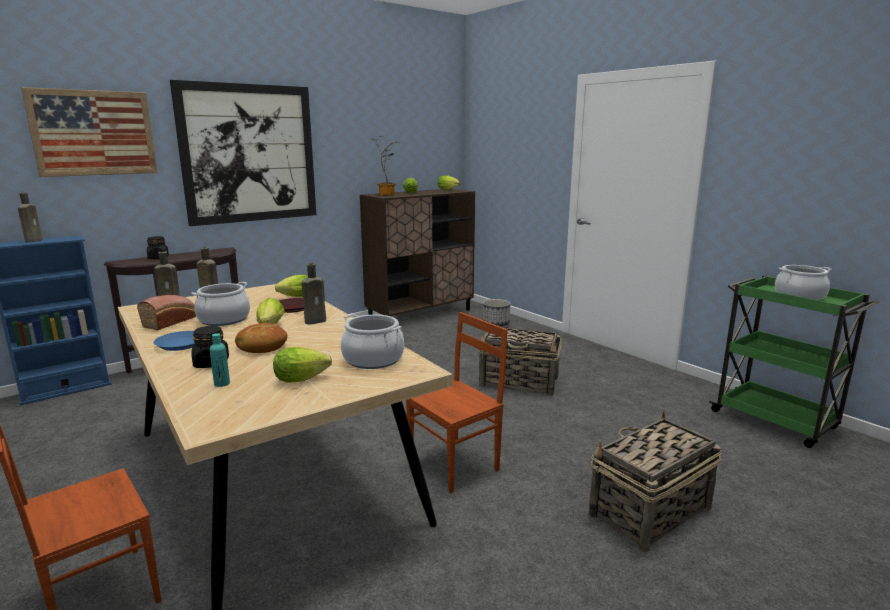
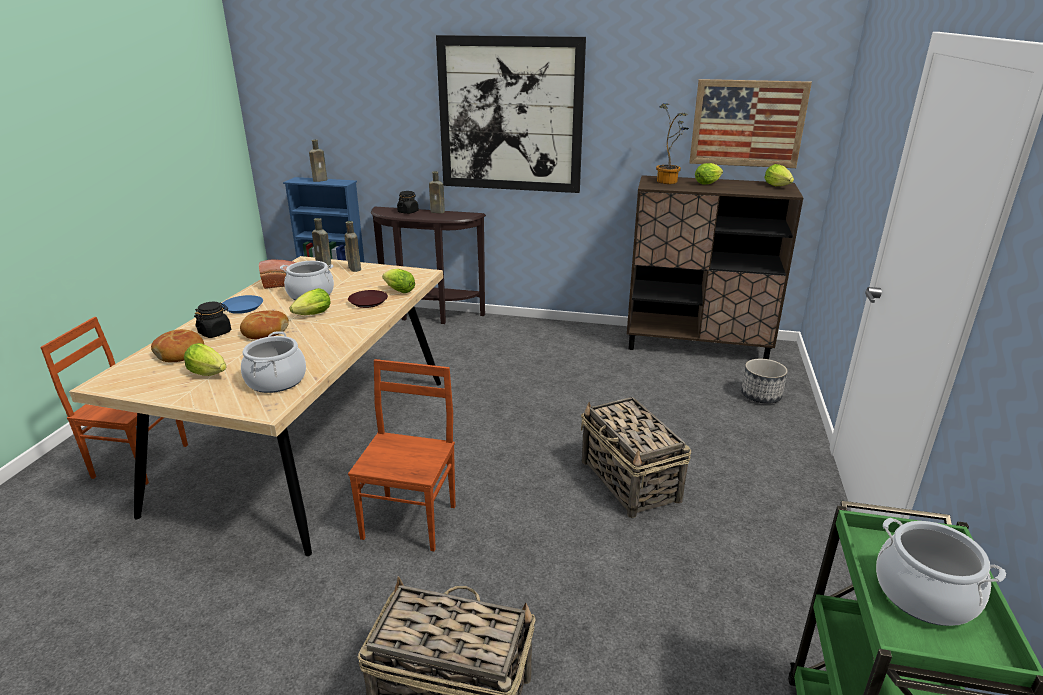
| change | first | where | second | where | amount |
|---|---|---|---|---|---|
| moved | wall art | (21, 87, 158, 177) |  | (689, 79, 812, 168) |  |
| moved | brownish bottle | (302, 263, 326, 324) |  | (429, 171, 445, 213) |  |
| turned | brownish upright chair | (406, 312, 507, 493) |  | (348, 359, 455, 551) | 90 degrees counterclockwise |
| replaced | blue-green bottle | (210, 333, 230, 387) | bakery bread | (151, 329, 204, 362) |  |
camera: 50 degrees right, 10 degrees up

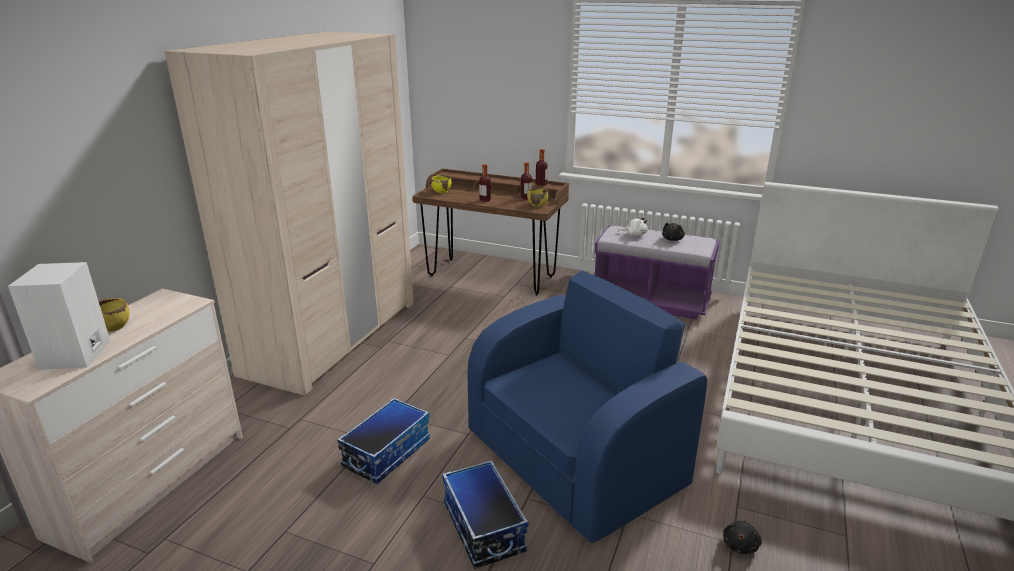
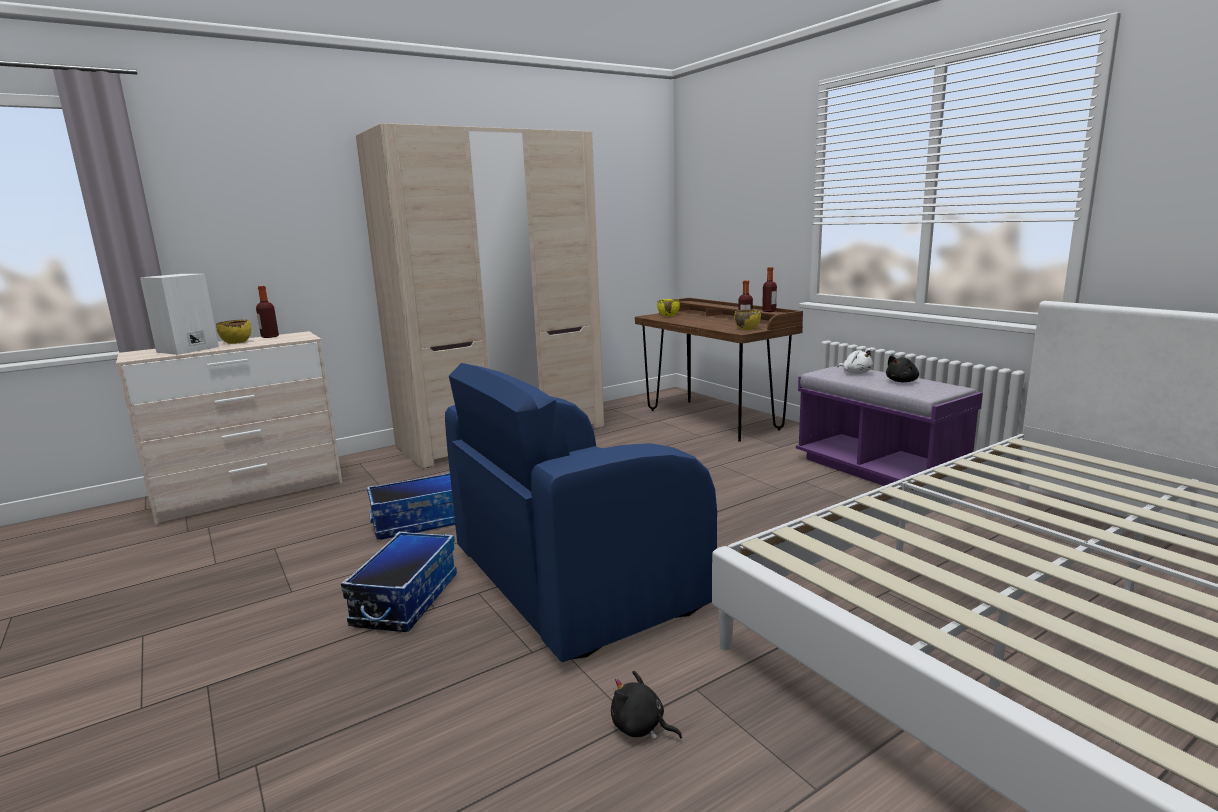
| change | first | where | second | where | amount |
|---|---|---|---|---|---|
| moved | bottle | (479, 164, 491, 202) |  | (256, 286, 279, 338) |  |
| turned | blue-coloured lounge chair | (467, 270, 707, 543) |  | (445, 363, 717, 662) | 150 degrees clockwise |
| turned | black-coloured soft toy | (723, 521, 762, 554) |  | (611, 670, 682, 740) | 60 degrees clockwise |
camera: 35 degrees right, 10 degrees down

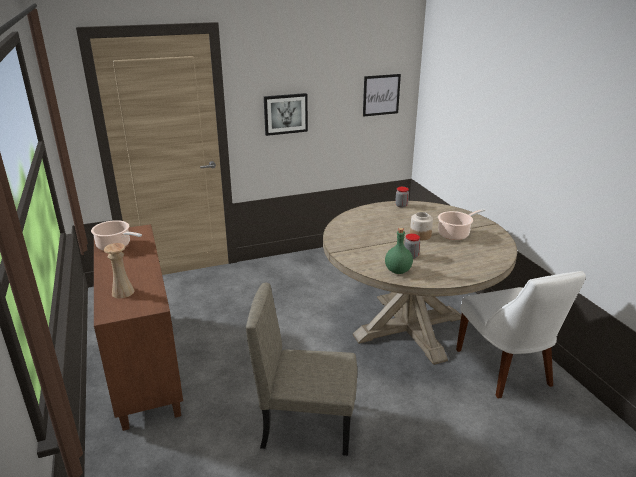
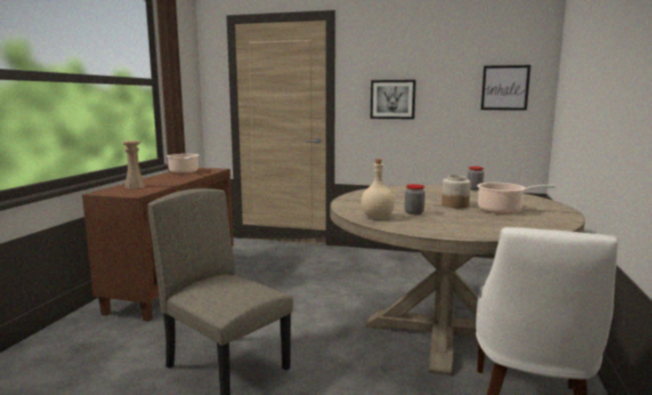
| change | first | where | second | where | amount |
|---|---|---|---|---|---|
| recoloured | green-coloured bottle | (385, 228, 413, 274) | sand-coloured bottle | (361, 159, 395, 219) |  |
camera: 35 degrees right, 15 degrees down

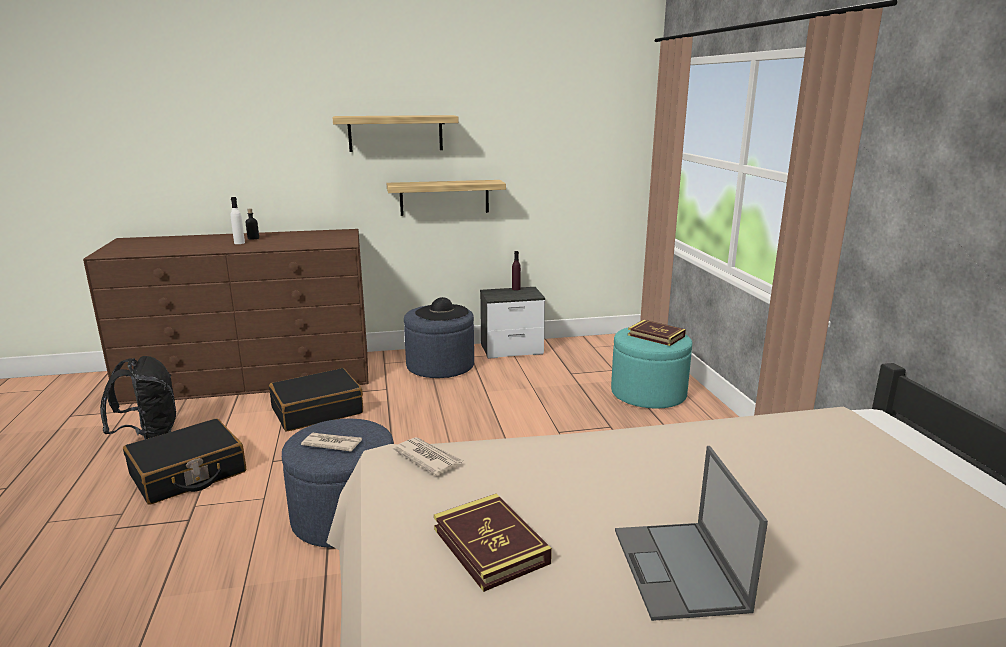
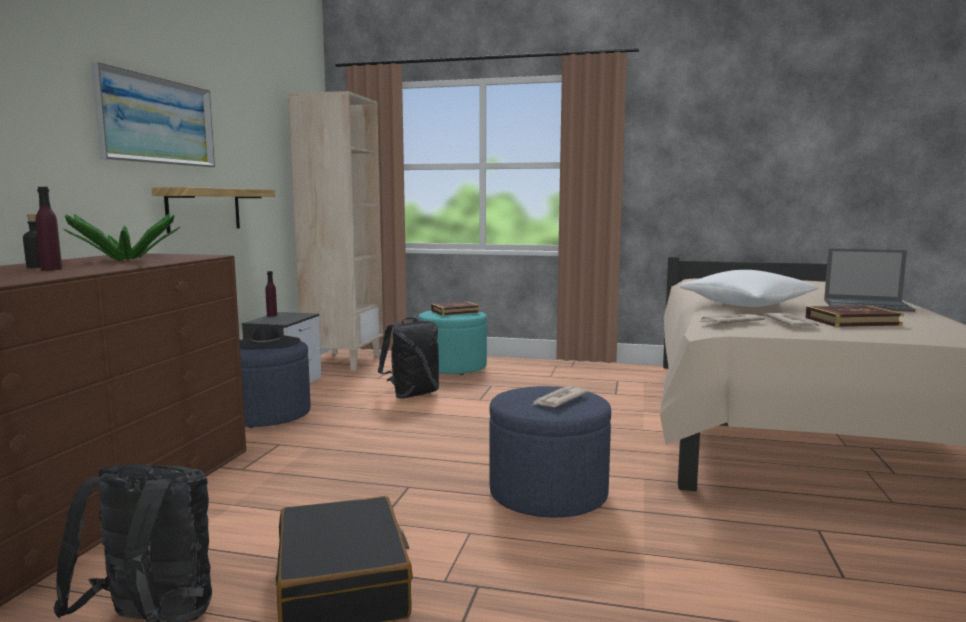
| change | first | where | second | where | amount |
|---|---|---|---|---|---|
| replaced | shelf | (333, 115, 459, 152) | wall art | (91, 62, 215, 167) |  |
| recoloured | white bottle | (231, 197, 245, 244) | purple bottle | (36, 187, 62, 271) |  |
| removed | black-coloured travel case | (269, 368, 363, 432) |  |  |  |
| added |  |  | sand-coloured bookshelf | (288, 91, 383, 371) |  |
| added |  |  | plant in a pot | (63, 213, 180, 261) |  |
| added |  |  | white cushion | (680, 270, 819, 307) |  |
| added |  |  | newspaper | (765, 313, 820, 327) |  |
| added |  |  | black-coloured backpack | (378, 317, 439, 399) |  |
camera: 65 degrees left, 10 degrees down

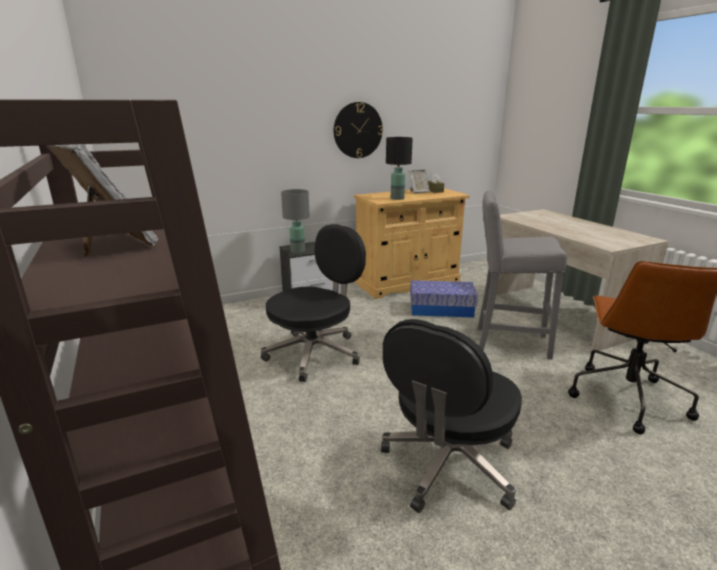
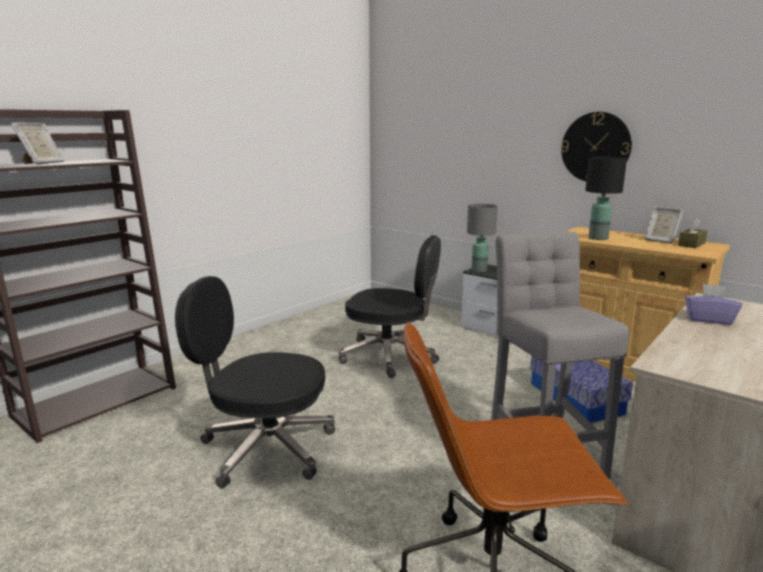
| change | first | where | second | where | amount |
|---|---|---|---|---|---|
| added |  |  | purple box of tissues | (685, 284, 742, 325) |  |
camera: 65 degrees right, 5 degrees down

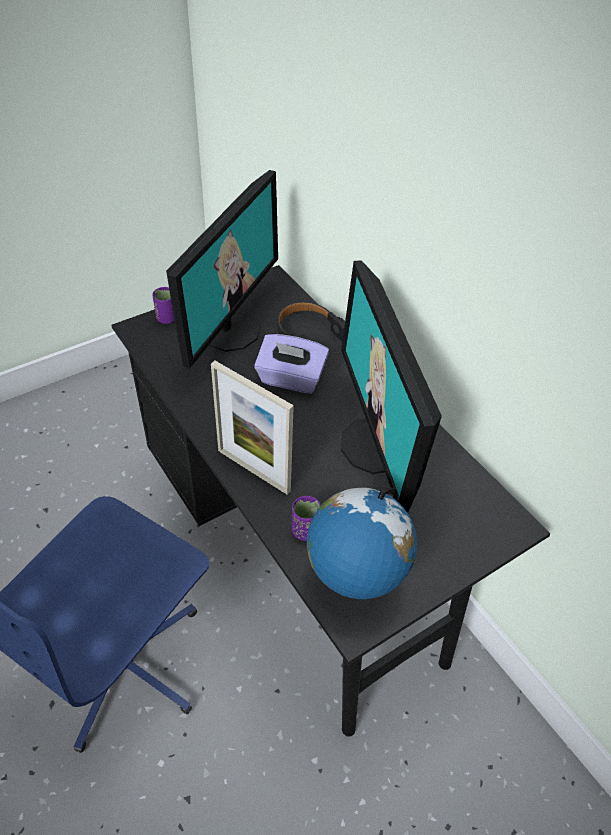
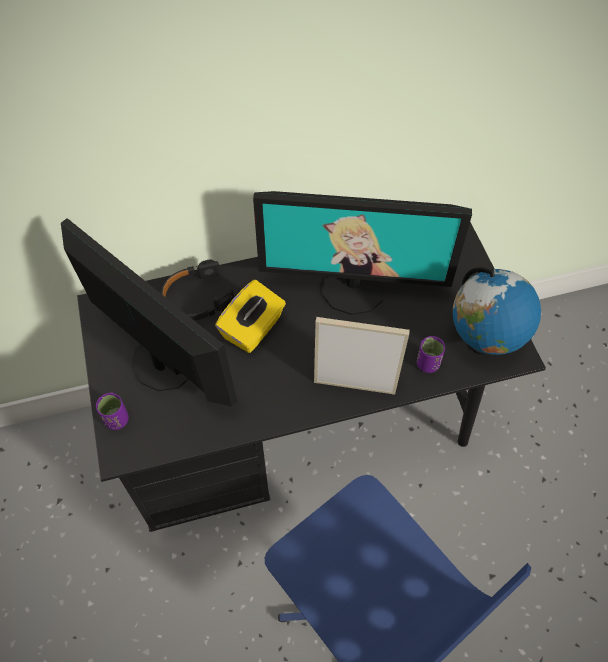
| change | first | where | second | where | amount |
|---|---|---|---|---|---|
| recoloured | purple box of tissues | (254, 334, 329, 394) | yellowish box of tissues | (215, 280, 286, 353) |  |
| turned | photo frame | (211, 361, 294, 494) |  | (314, 317, 410, 395) | 135 degrees counterclockwise |
camera: 70 degrees left, 10 degrees up

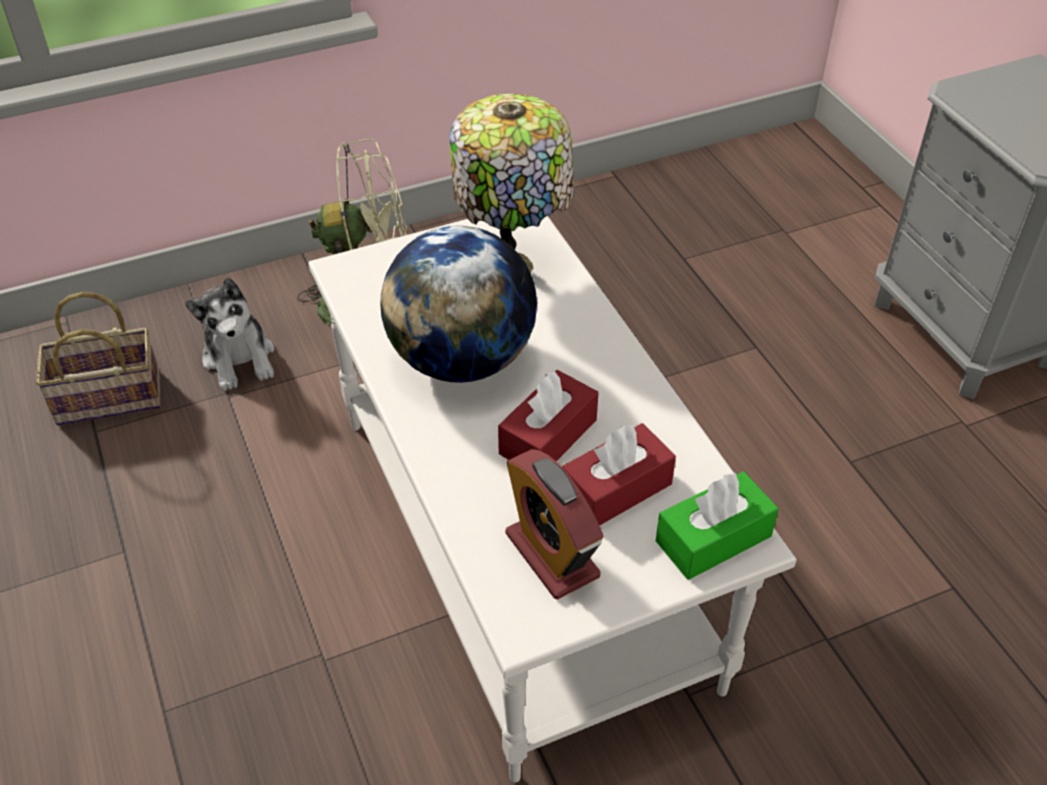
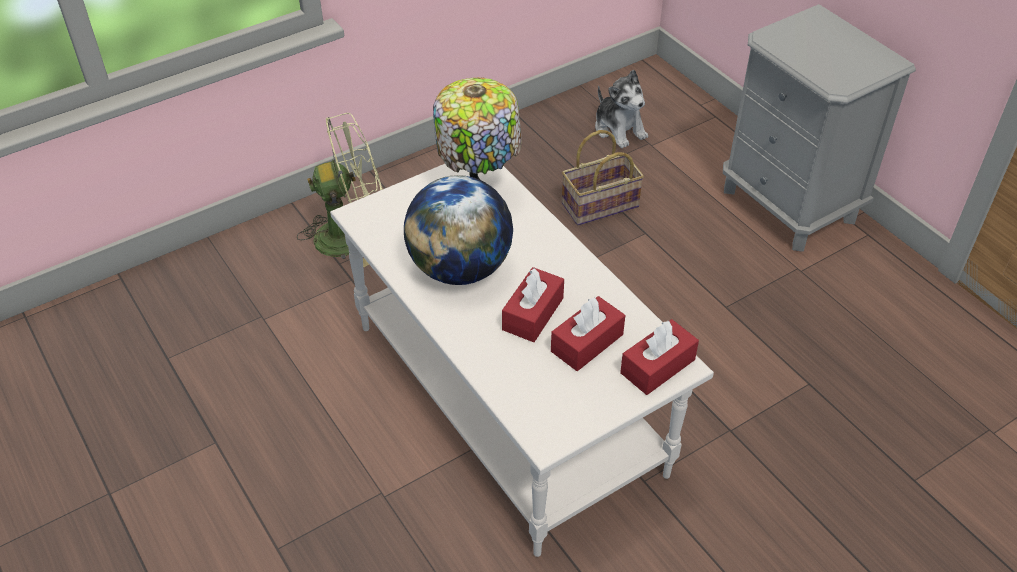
| change | first | where | second | where | amount |
|---|---|---|---|---|---|
| moved | soft toy | (185, 278, 274, 391) |  | (595, 70, 648, 148) |  |
| moved | basket | (36, 292, 161, 425) |  | (562, 130, 644, 225) |  |
| removed | alarm clock | (505, 449, 604, 599) |  |  |  |
| recoloured | green-coloured box of tissues | (656, 472, 779, 580) | reddish box of tissues | (620, 319, 699, 395) |  |
camera: 10 degrees left, 0 degrees up

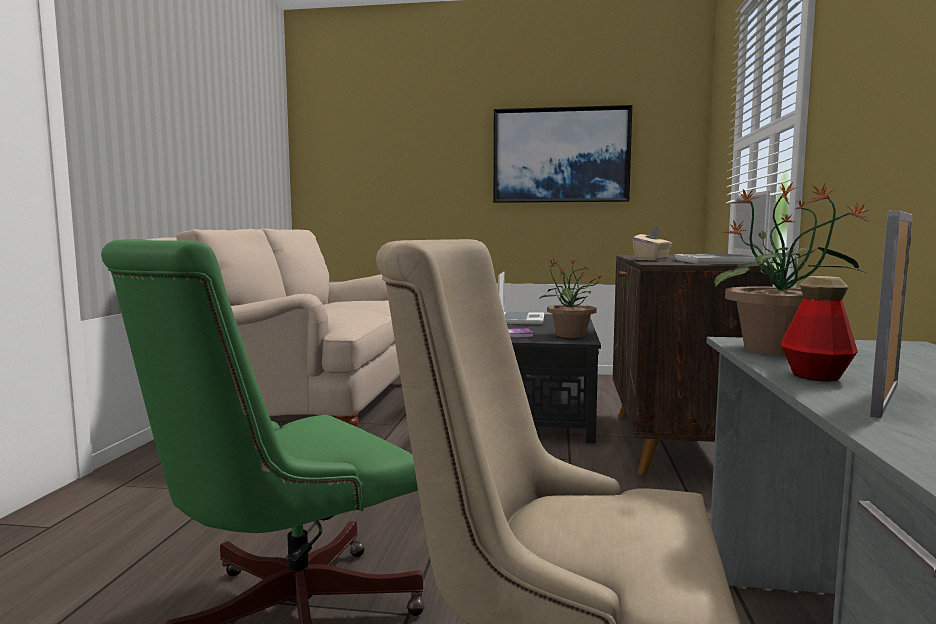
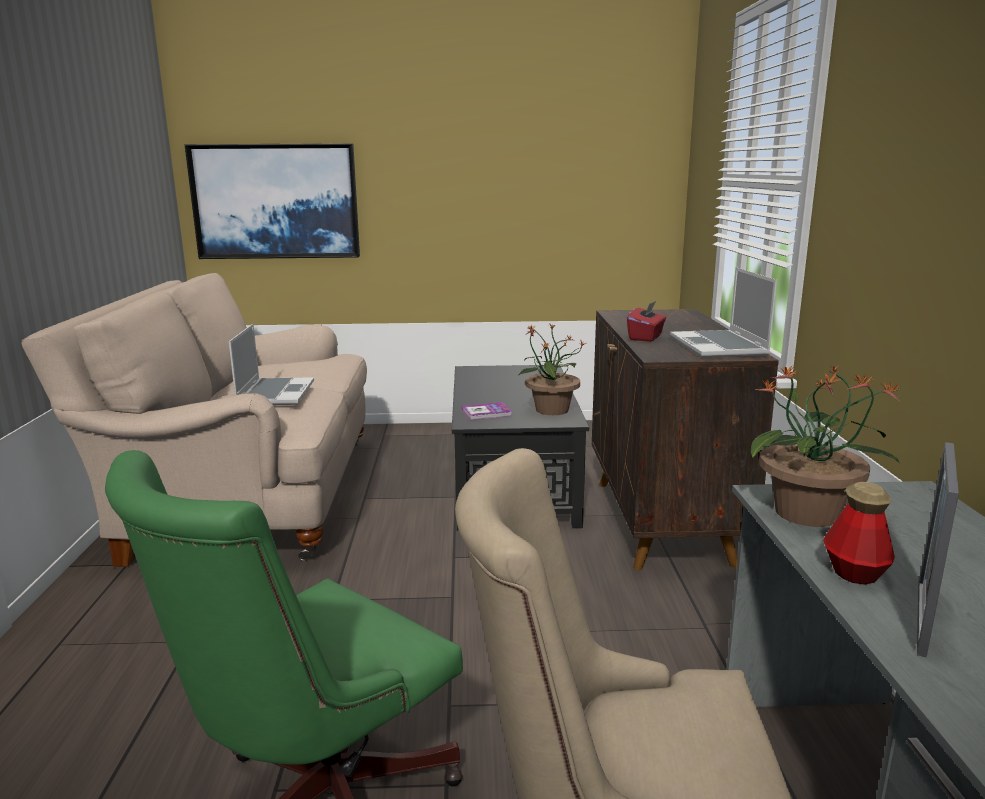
| change | first | where | second | where | amount |
|---|---|---|---|---|---|
| moved | wall art | (493, 105, 632, 203) |  | (185, 143, 360, 259) |  |
| recoloured | sand-coloured box of tissues | (633, 227, 672, 261) | reddish box of tissues | (627, 301, 666, 342) |  |
| moved | portable computer | (498, 272, 544, 325) |  | (229, 324, 314, 405) |  |
camera: 10 degrees left, 10 degrees up

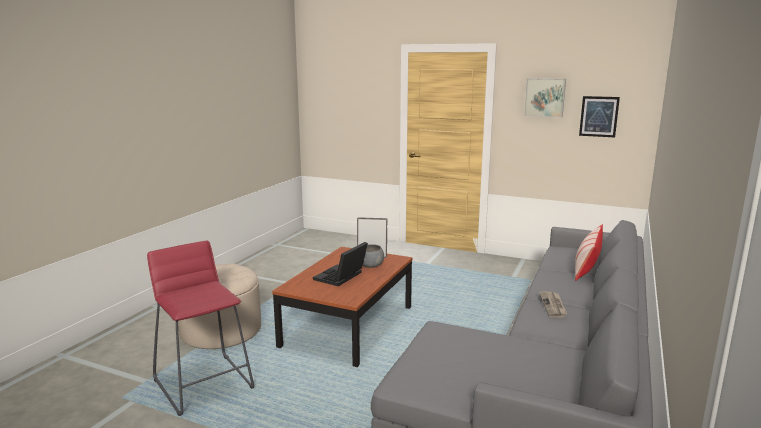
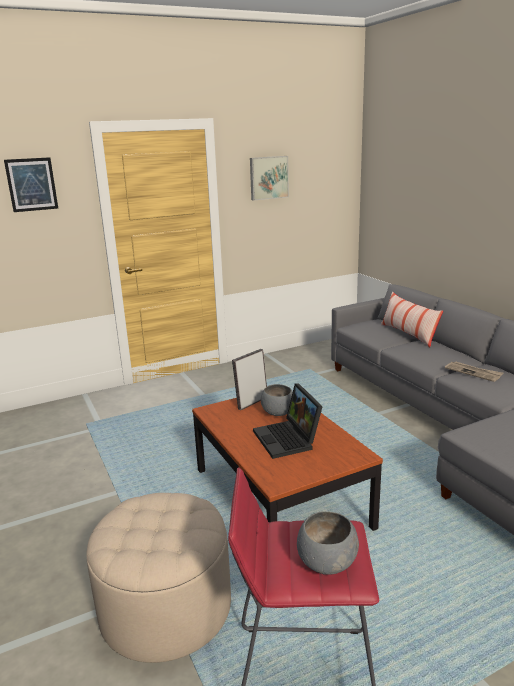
| change | first | where | second | where | amount |
|---|---|---|---|---|---|
| moved | wall art | (579, 96, 620, 137) |  | (4, 157, 58, 212) |  |
| added |  |  | greyish deep dish | (297, 511, 359, 575) |  |
camera: 50 degrees left, 5 degrees up

